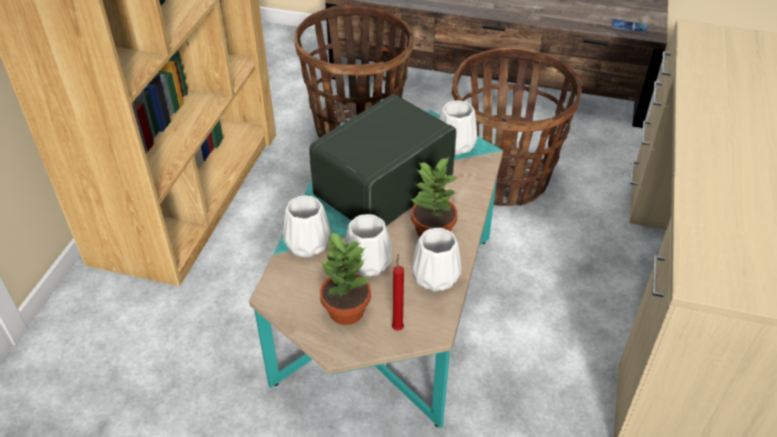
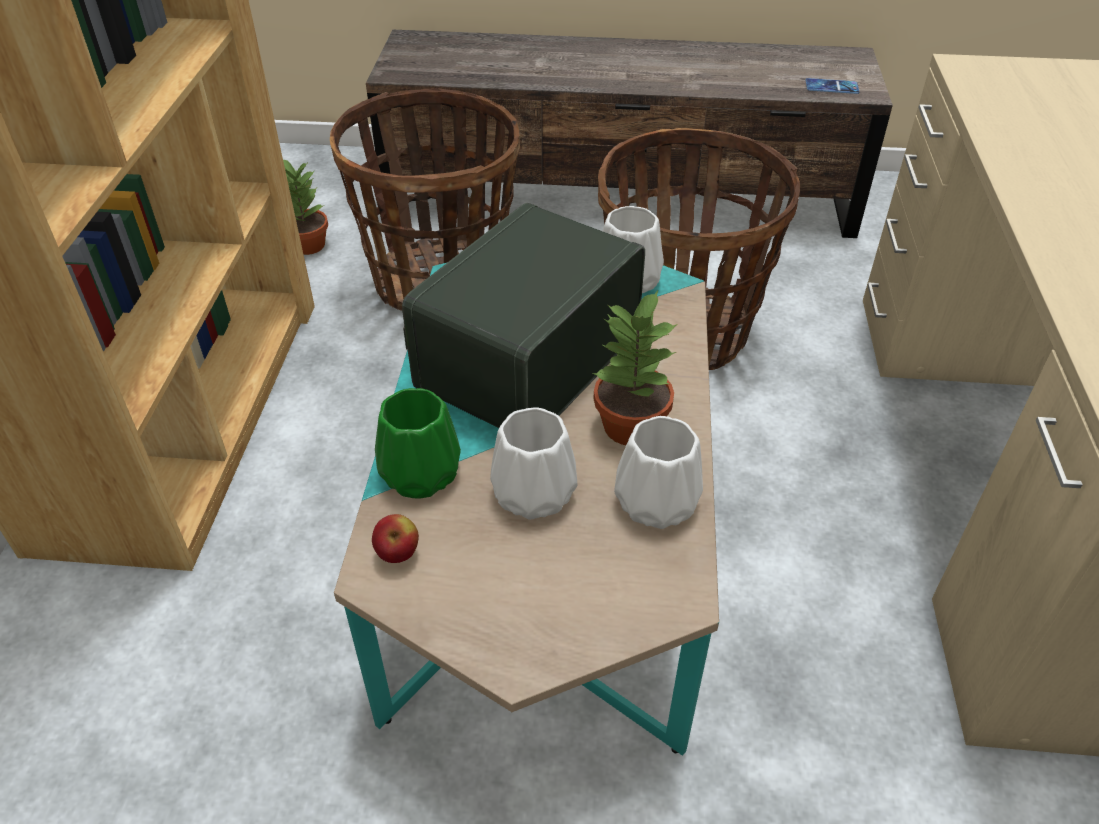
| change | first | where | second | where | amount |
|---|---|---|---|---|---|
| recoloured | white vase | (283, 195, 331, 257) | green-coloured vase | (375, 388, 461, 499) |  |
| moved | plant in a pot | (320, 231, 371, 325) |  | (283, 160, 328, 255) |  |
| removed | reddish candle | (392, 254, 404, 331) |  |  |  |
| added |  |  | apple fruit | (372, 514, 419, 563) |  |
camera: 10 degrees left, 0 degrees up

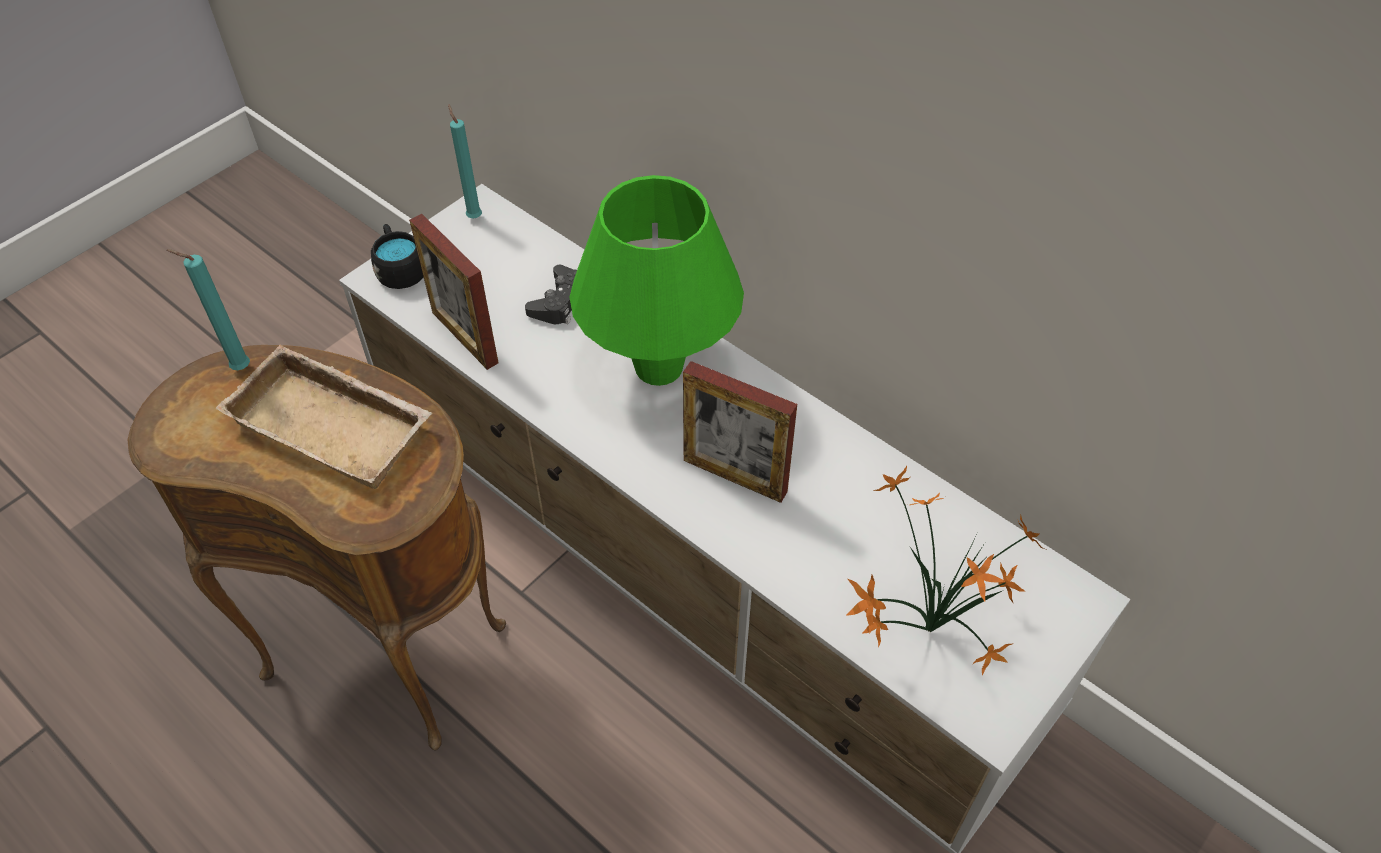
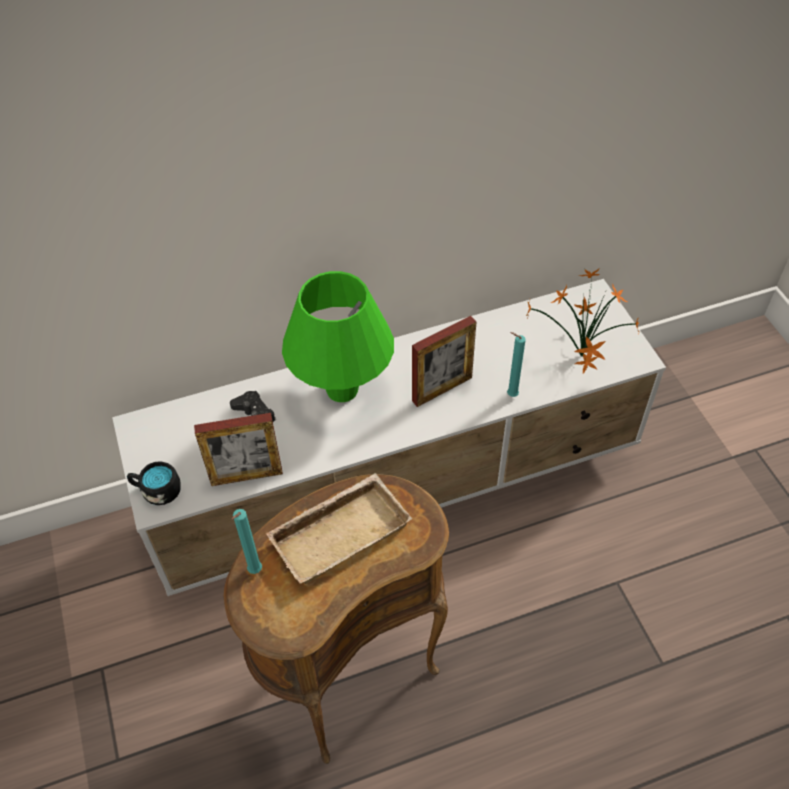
| change | first | where | second | where | amount |
|---|---|---|---|---|---|
| moved | blue-green candle | (448, 104, 482, 218) |  | (507, 332, 526, 397) |  |
camera: 60 degrees left, 0 degrees up

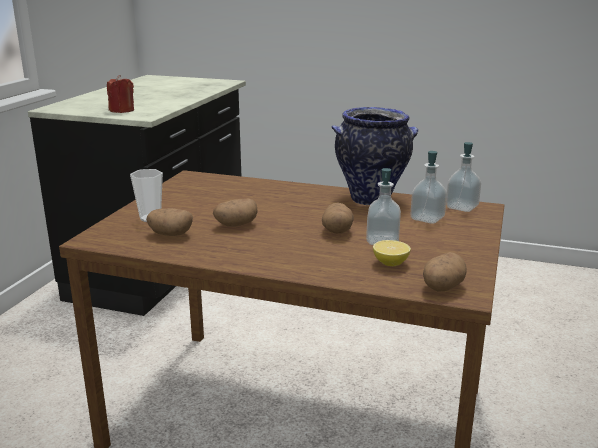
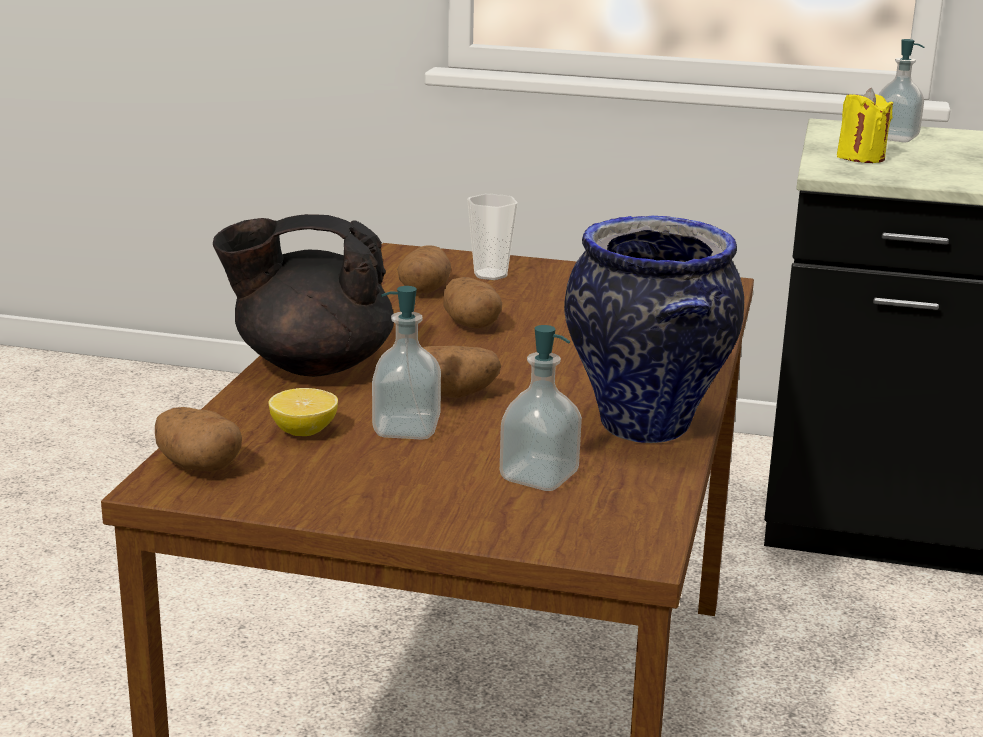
| change | first | where | second | where | amount |
|---|---|---|---|---|---|
| recoloured | reddish candle | (107, 75, 134, 113) | yellowish candle | (837, 88, 893, 163) |  |
| moved | liquid soap bottle | (446, 142, 481, 212) |  | (879, 39, 924, 143) |  |
| added |  |  | black-coloured teapot | (213, 214, 394, 377) |  |
camera: 85 degrees right, 0 degrees up

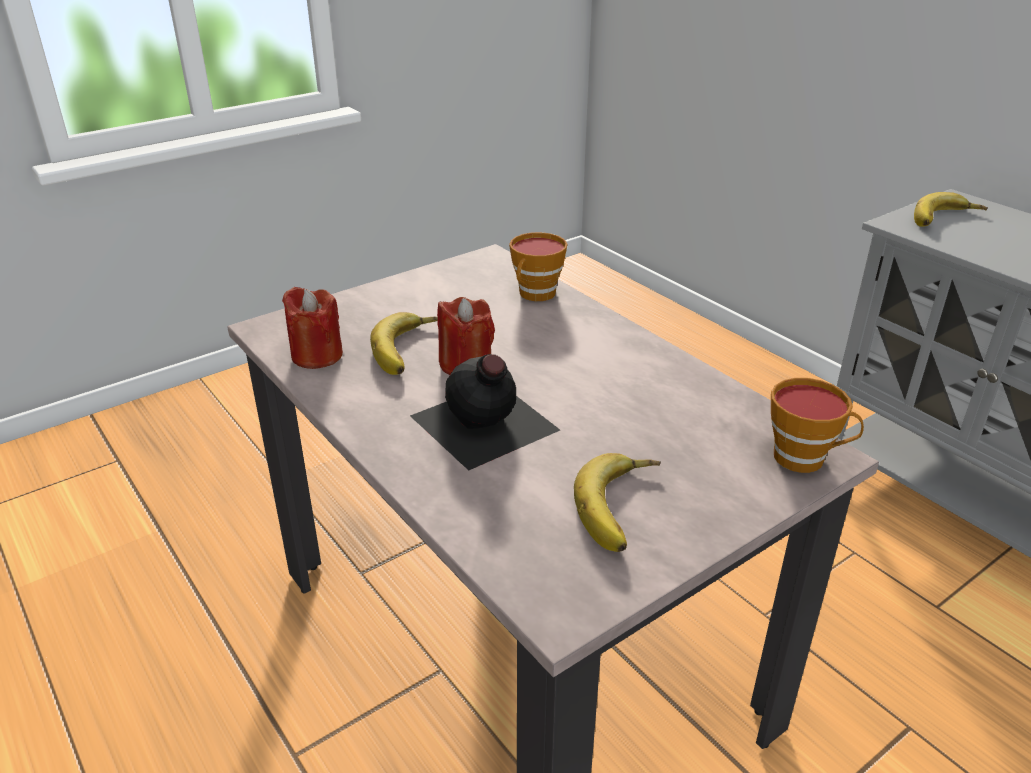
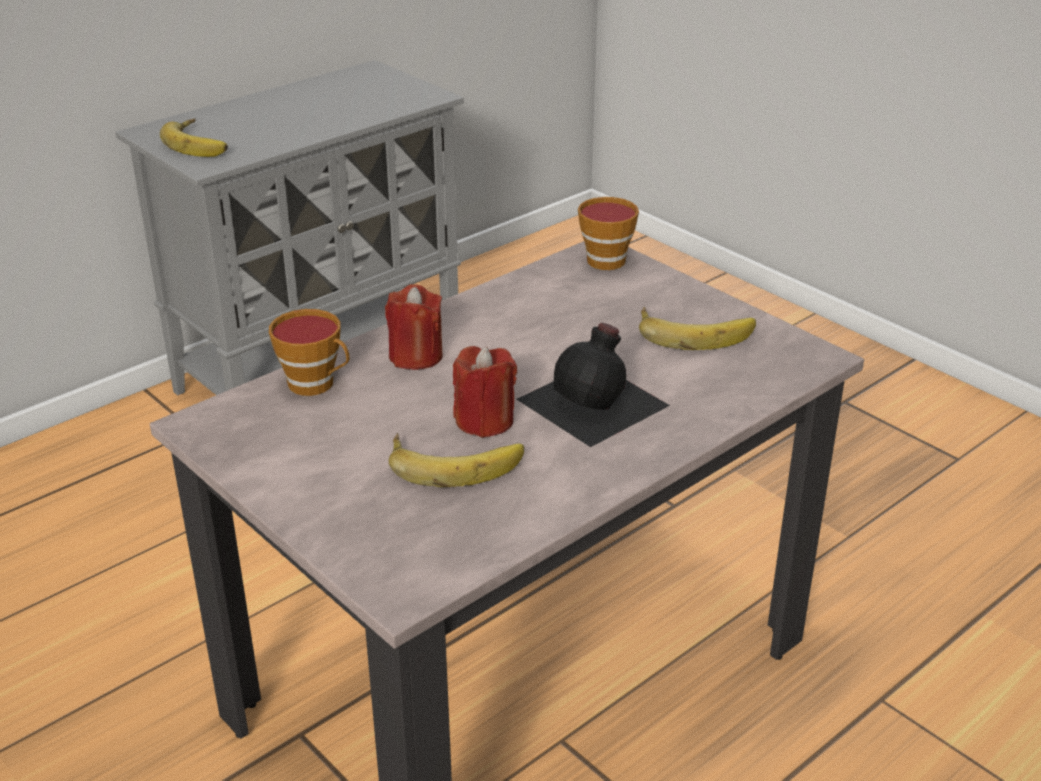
| change | first | where | second | where | amount |
|---|---|---|---|---|---|
| moved | reddish candle | (282, 287, 343, 369) |  | (385, 284, 443, 370) |  |
camera: 95 degrees left, 0 degrees up

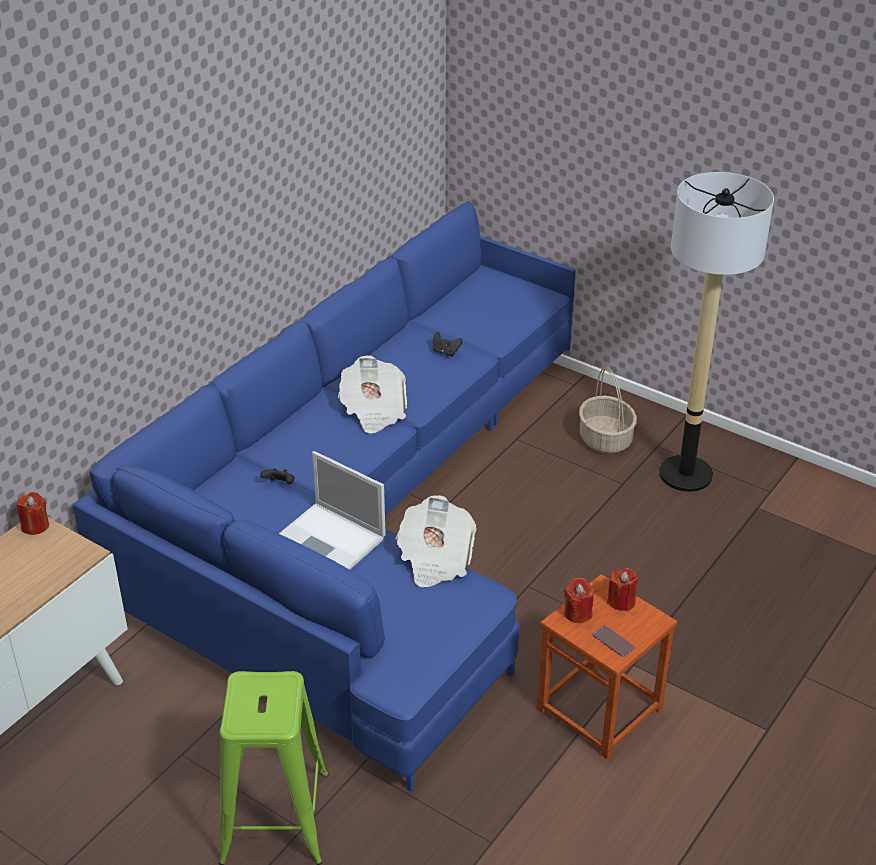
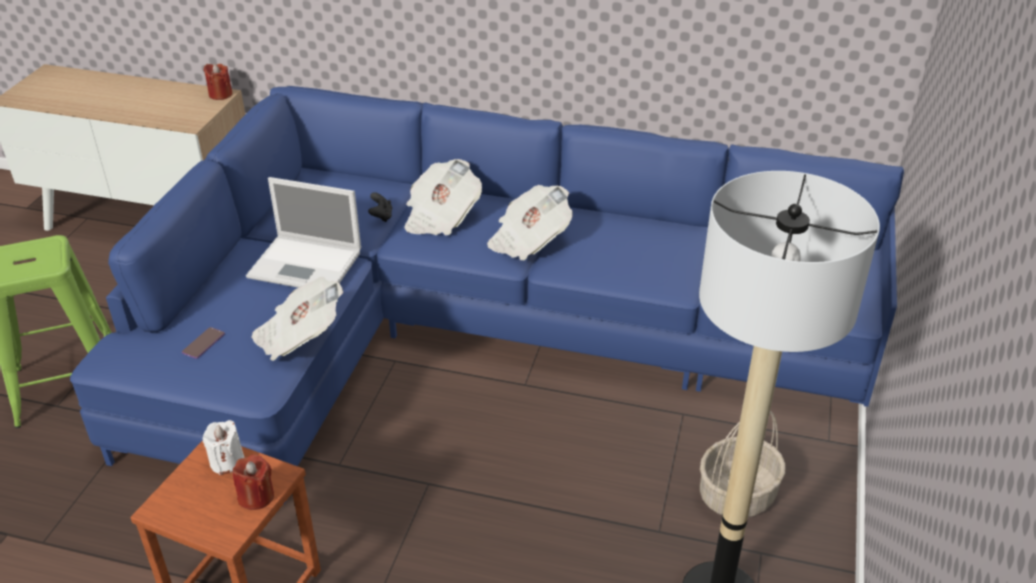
| change | first | where | second | where | amount |
|---|---|---|---|---|---|
| removed | black-coloured gamepad | (433, 332, 463, 357) |  |  |  |
| turned | portable computer | (279, 451, 386, 570) |  | (246, 177, 361, 288) | 90 degrees counterclockwise |
| recoloured | reddish candle | (564, 578, 594, 623) | white candle | (203, 420, 245, 475) |  |
| moved | telephone | (592, 625, 635, 657) |  | (182, 327, 225, 359) |  |
| added |  |  | newspaper | (404, 159, 482, 236) |  |
camera: 70 degrees right, 0 degrees up

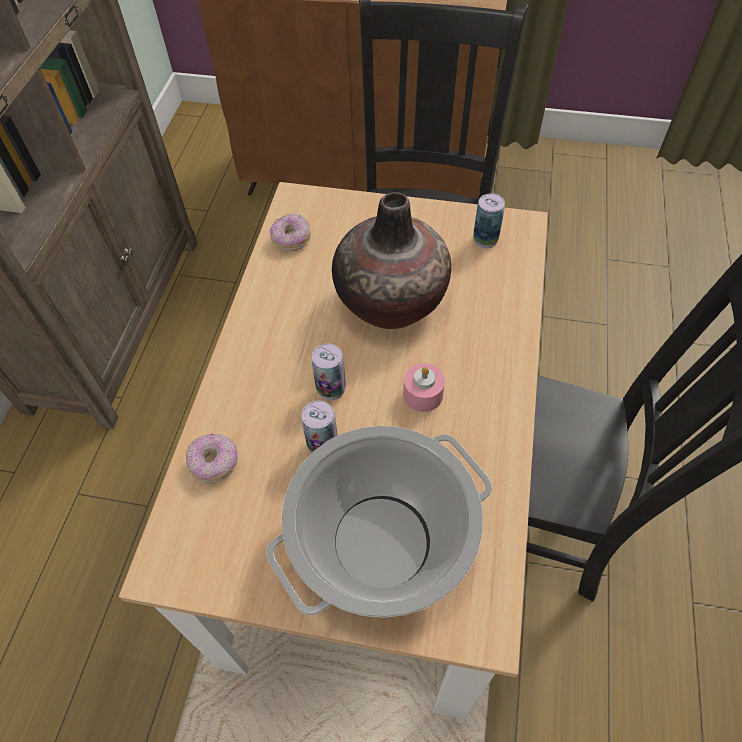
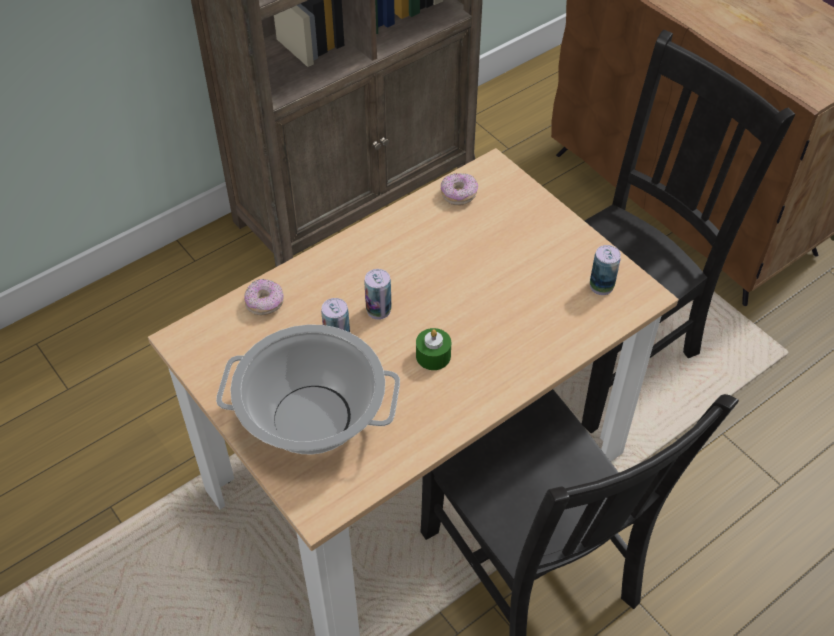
| change | first | where | second | where | amount |
|---|---|---|---|---|---|
| removed | vase | (332, 192, 451, 329) |  |  |  |
| recoloured | pinkish candle | (403, 364, 445, 412) | green-coloured candle | (416, 328, 451, 370) |  |
camera: 40 degrees right, 5 degrees down

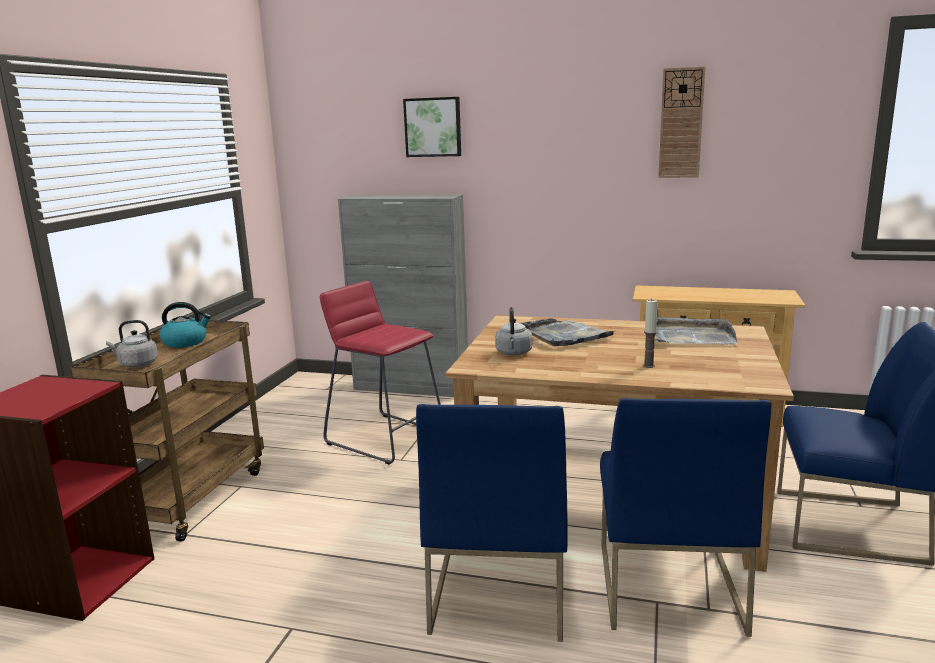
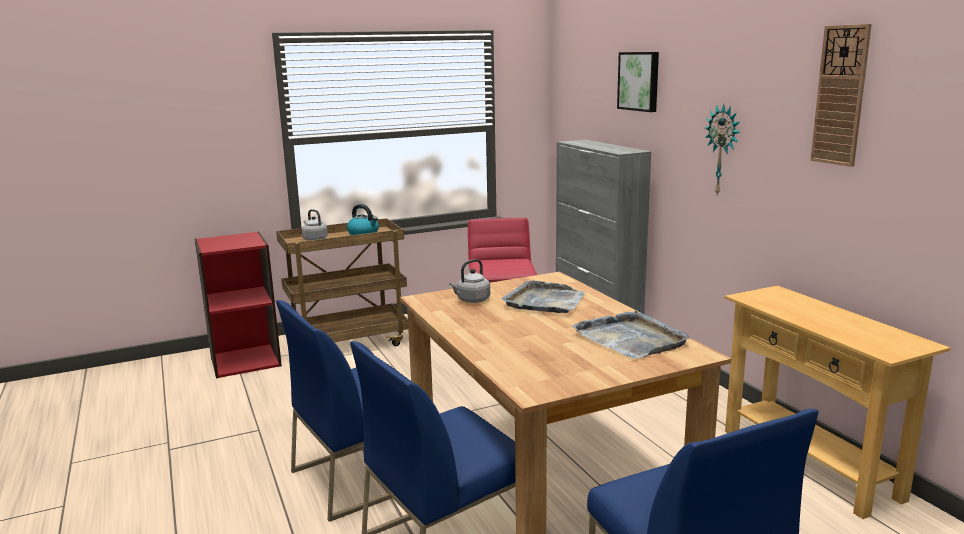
| change | first | where | second | where | amount |
|---|---|---|---|---|---|
| removed | candle | (643, 299, 658, 368) |  |  |  |
| added |  |  | wall clock | (705, 104, 740, 195) |  |
camera: 50 degrees right, 0 degrees up

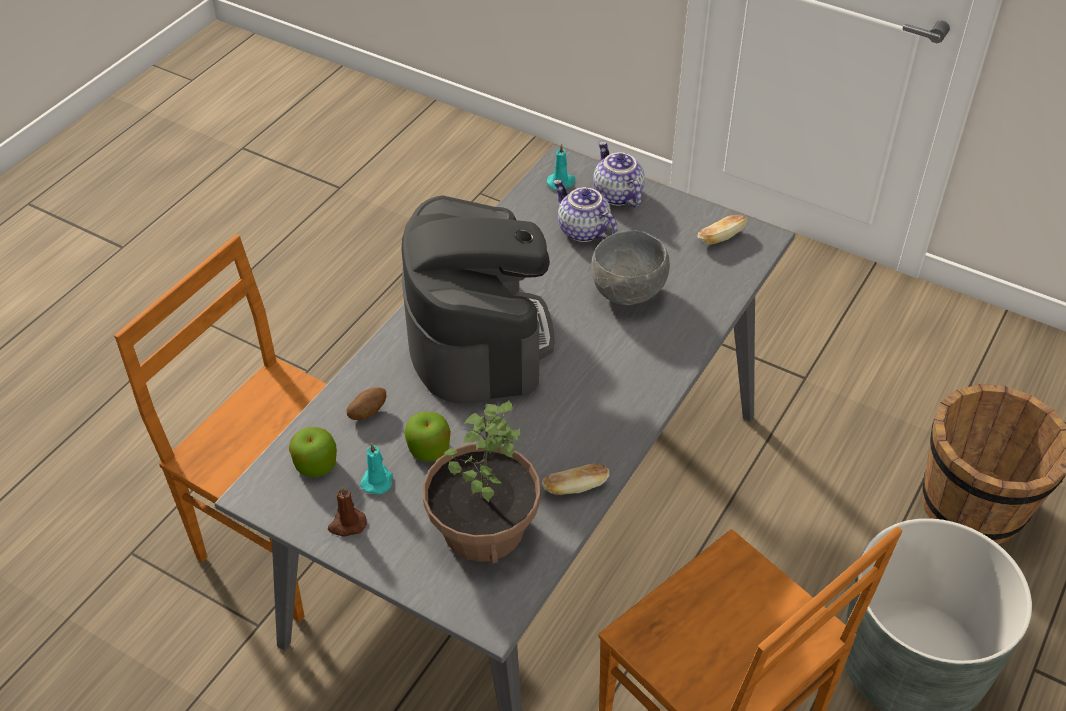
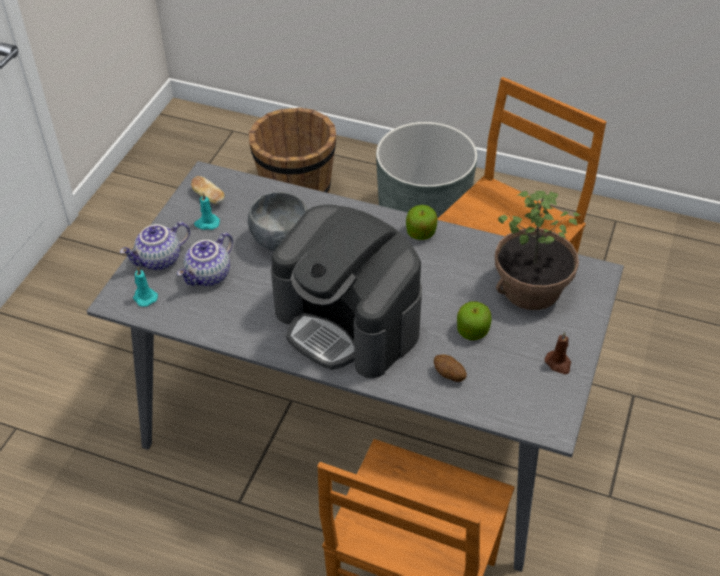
| change | first | where | second | where | amount |
|---|---|---|---|---|---|
| turned | coffee maker | (401, 195, 554, 404) |  | (271, 205, 422, 378) | 120 degrees counterclockwise |
| moved | apple fruit | (289, 427, 337, 477) |  | (406, 205, 438, 240) |  |
| moved | blue-green candle | (360, 443, 393, 494) |  | (194, 192, 220, 230) |  |
| removed | bakery bread | (542, 464, 610, 495) |  |  |  |
camera: 100 degrees left, 0 degrees up

